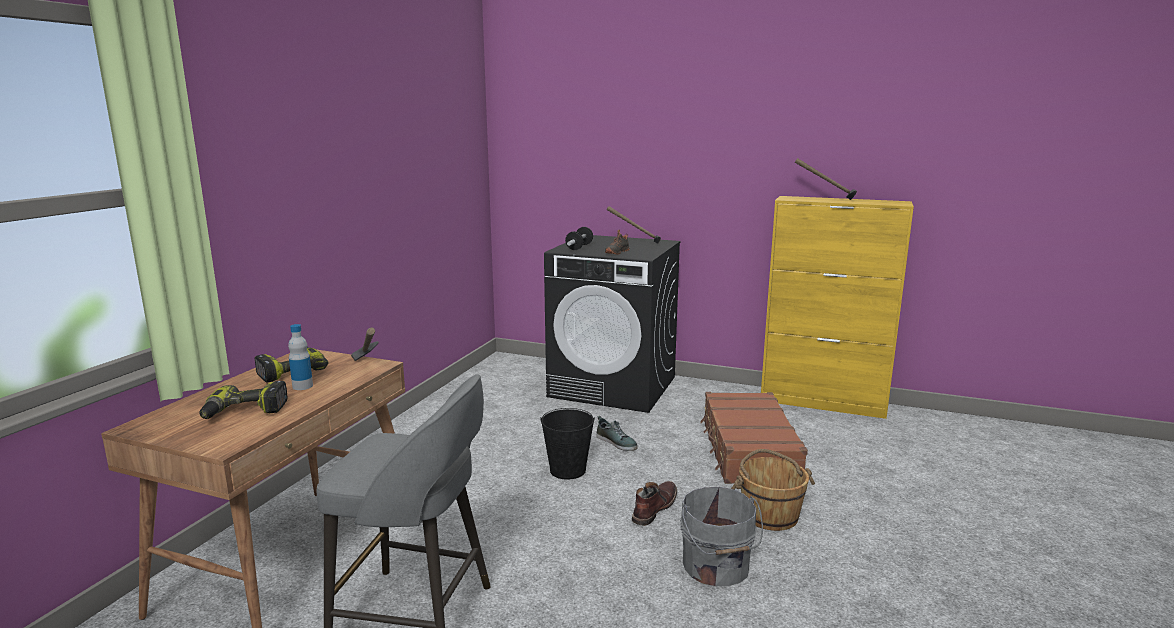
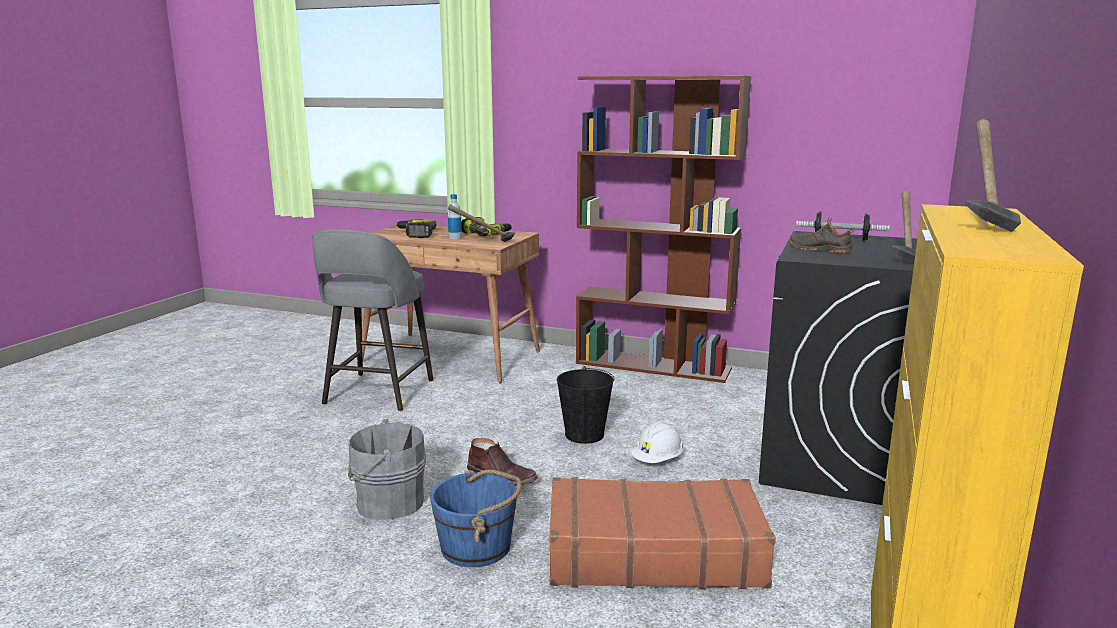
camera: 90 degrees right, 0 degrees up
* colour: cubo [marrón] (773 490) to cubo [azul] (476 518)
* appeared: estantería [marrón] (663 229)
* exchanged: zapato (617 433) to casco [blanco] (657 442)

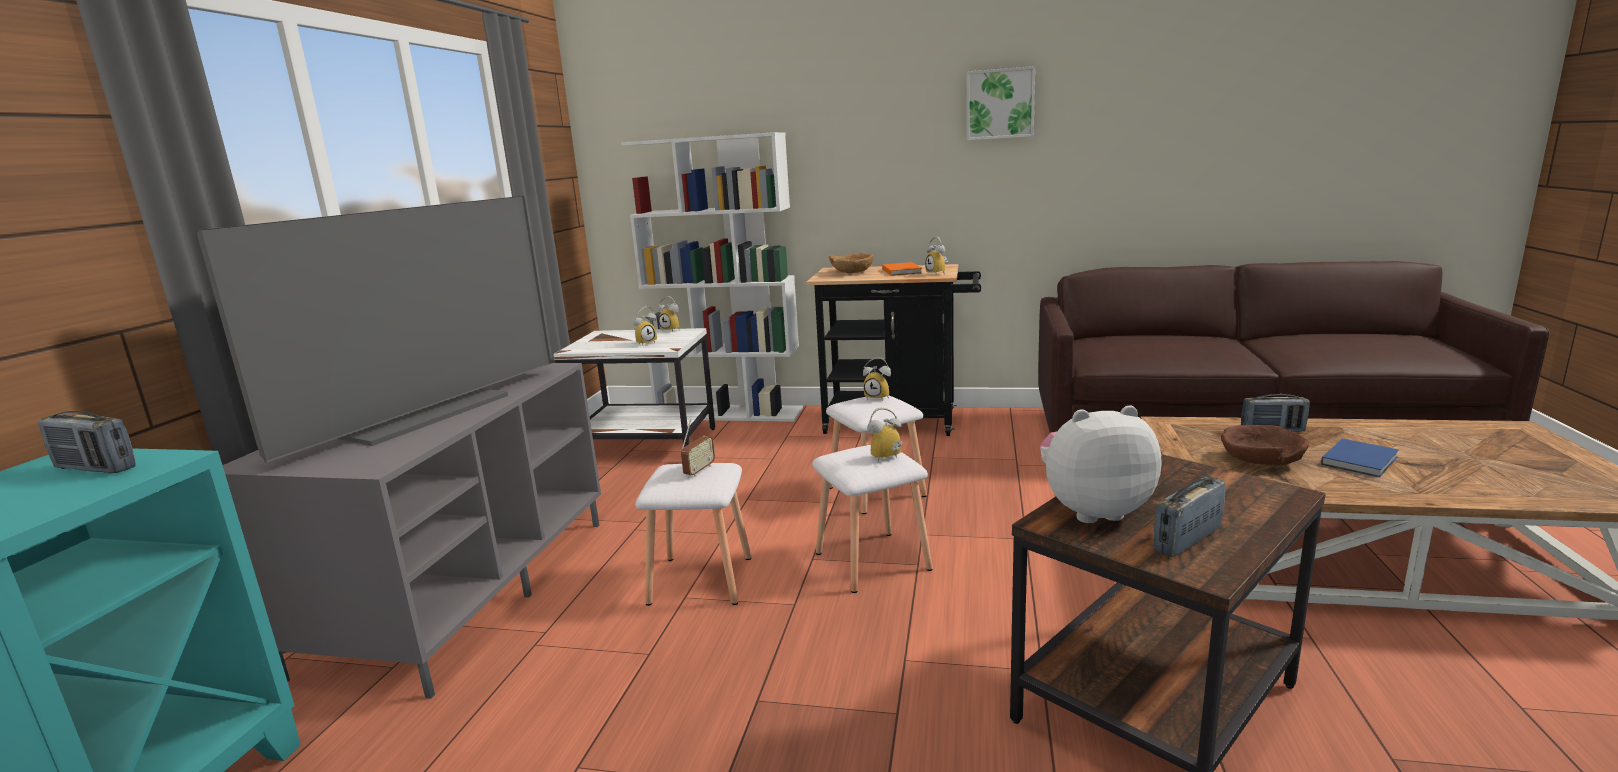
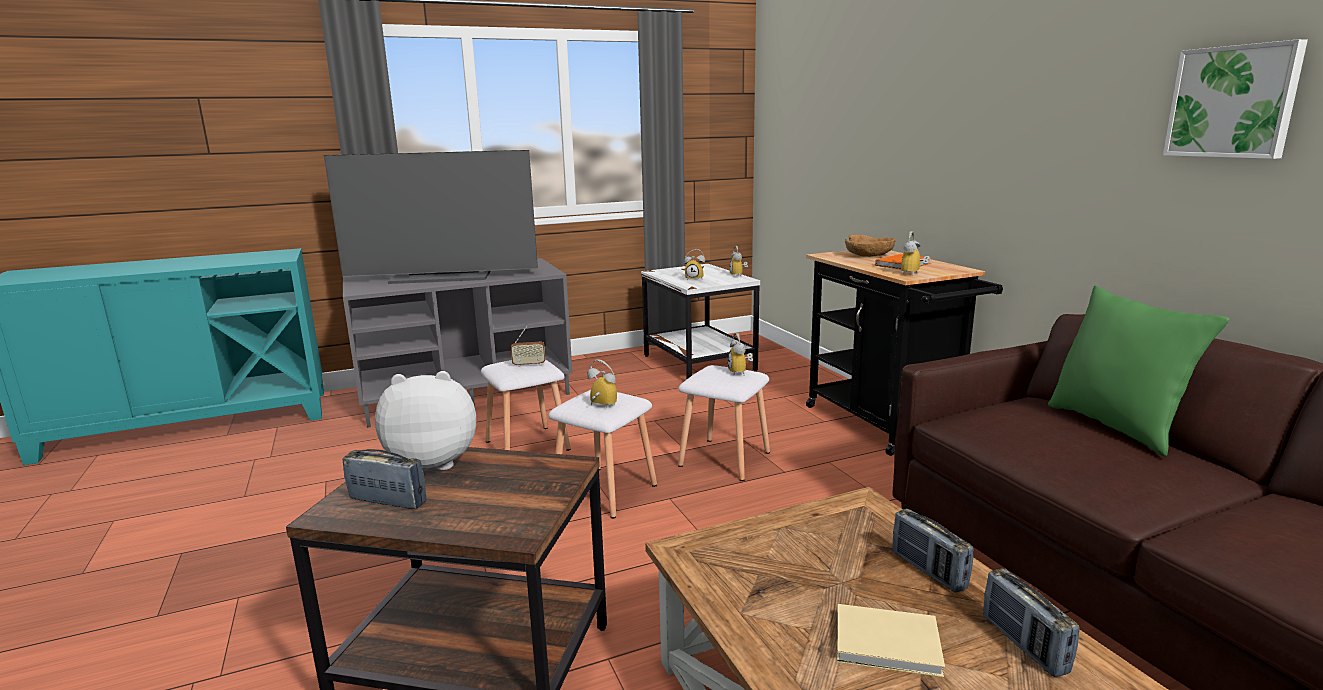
camera: 55 degrees right, 0 degrees up
* spun: peluche (1100 464) = (425 421) 60 degrees counterclockwise
* colour: libro [azul] (1360 457) to libro [beis] (891 640)
* relocated: radio (87 442) to (1031 623)
* appeared: cojín [verde] (1138 371)
* relocated: cuadro (1001 103) to (1235 99)
* missing: estantería [blanco] (712 277)
* missing: cuenco [marrón] (1265 445)

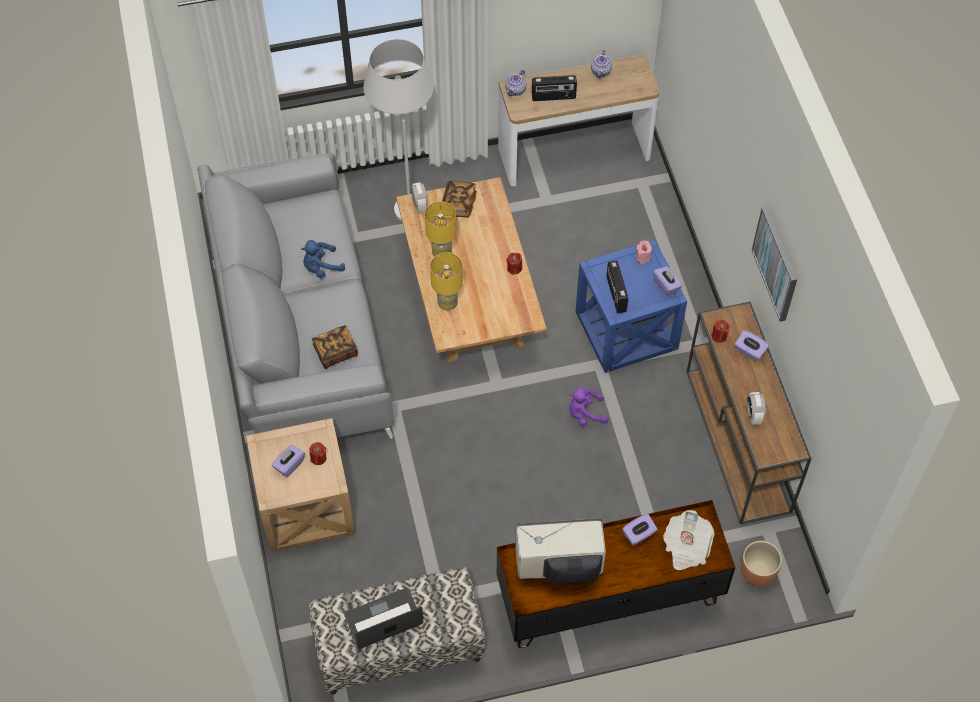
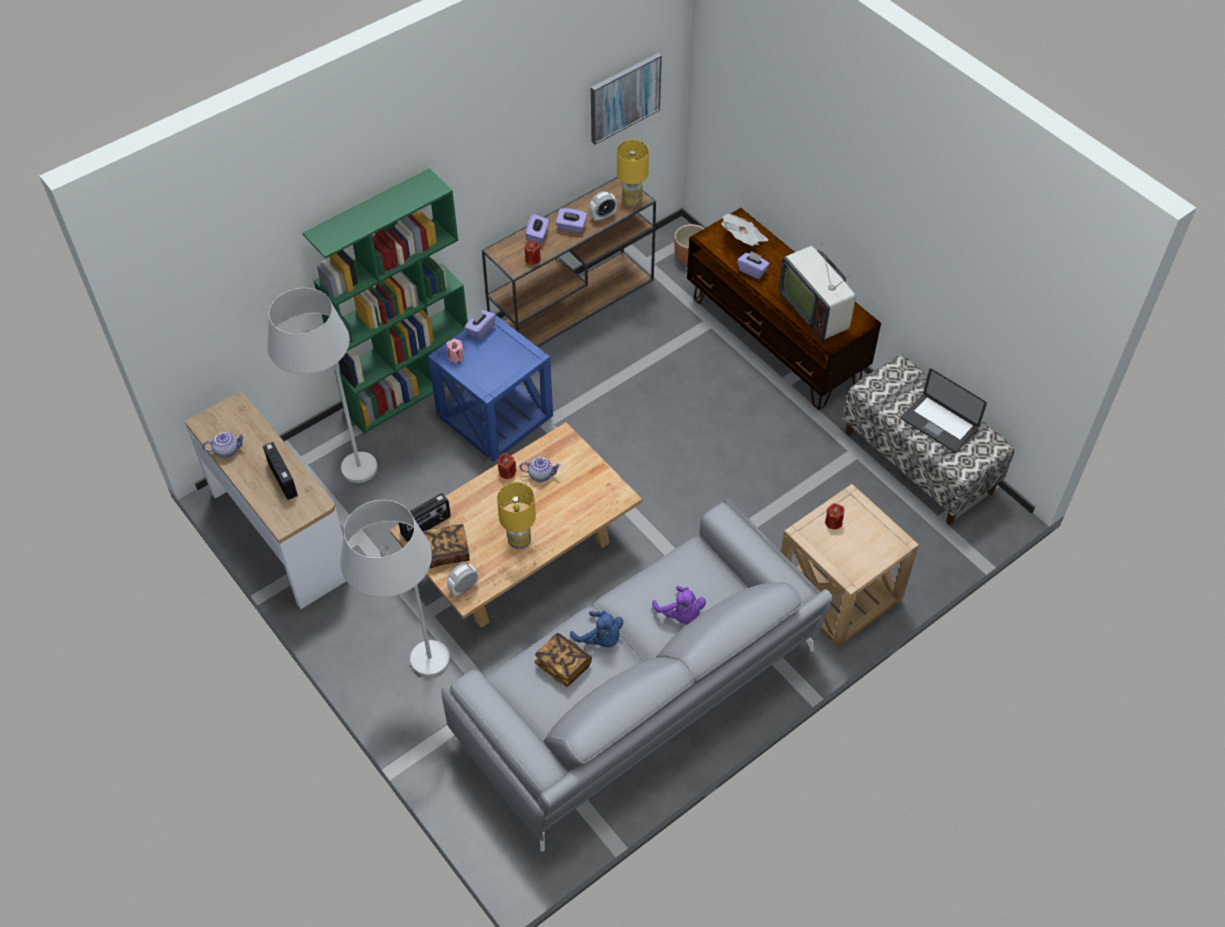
camera: 115 degrees left, 5 degrees down
* appeared: lámpara de pie [blanco] (322 385)
* appeared: estantería [verde] (385 300)
* relocated: radio (617 286) to (424 517)
* relocated: tetera (515 82) to (540 469)
* relocated: libro (335 347) to (563 660)
* relocated: caja de pañuelos [morado] (288 461) to (571 220)
* relocated: cuadro (774 264) to (626 99)
* relocated: lámpara de mesa [amarillo] (446 281) to (633 173)
* relocated: peluche [morado] (589 407) to (679 605)

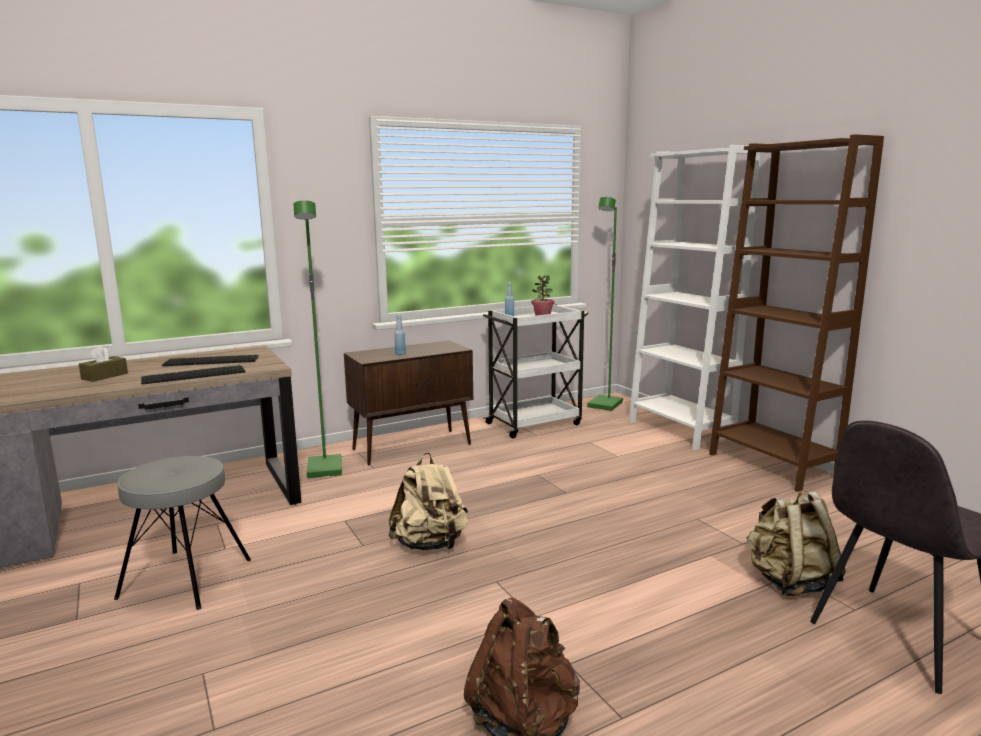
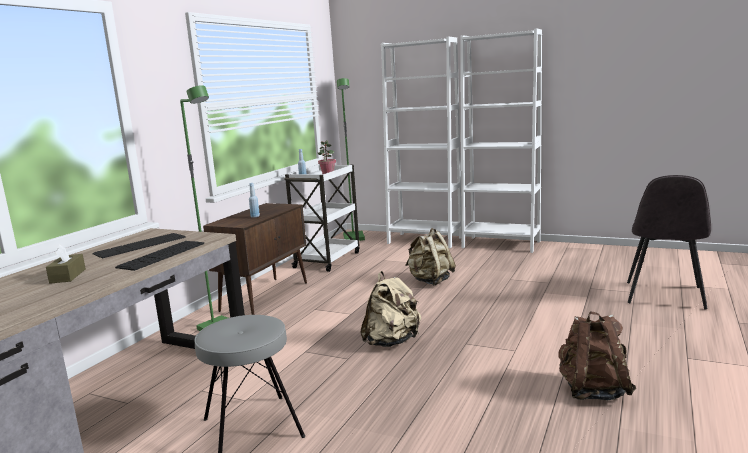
camera: 35 degrees left, 0 degrees up
* relocated: mochila [beis] (796 543) to (430 256)
* colour: estantería [marrón] (796 313) to estantería [blanco] (501 140)

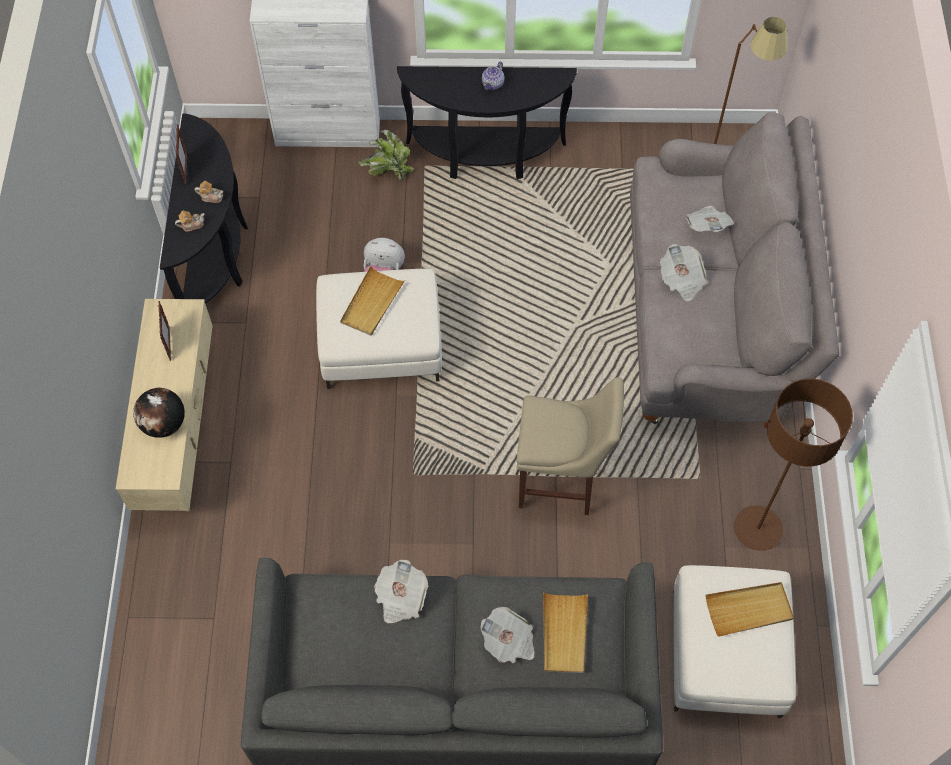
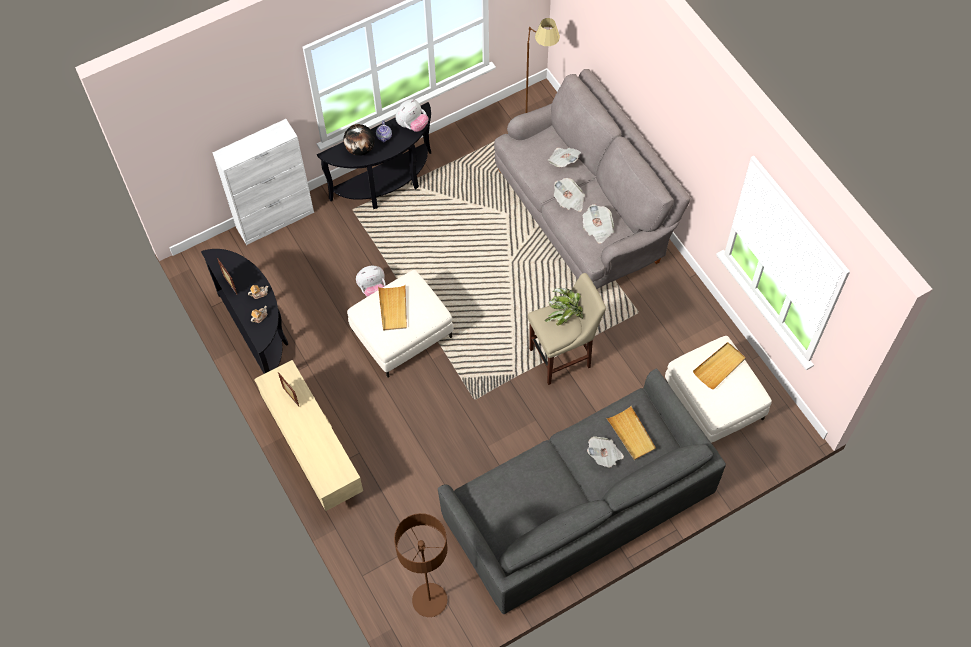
camera: 30 degrees left, 0 degrees up
* relocated: globo terráqueo (159 413) to (359 140)
* relocated: lámpara de pie [marrón] (793 464) to (421 565)
* appeared: peluche (412 115)
* relocated: planta en maceta (386 155) to (564 307)
* relocated: periódico (401 591) to (599 224)

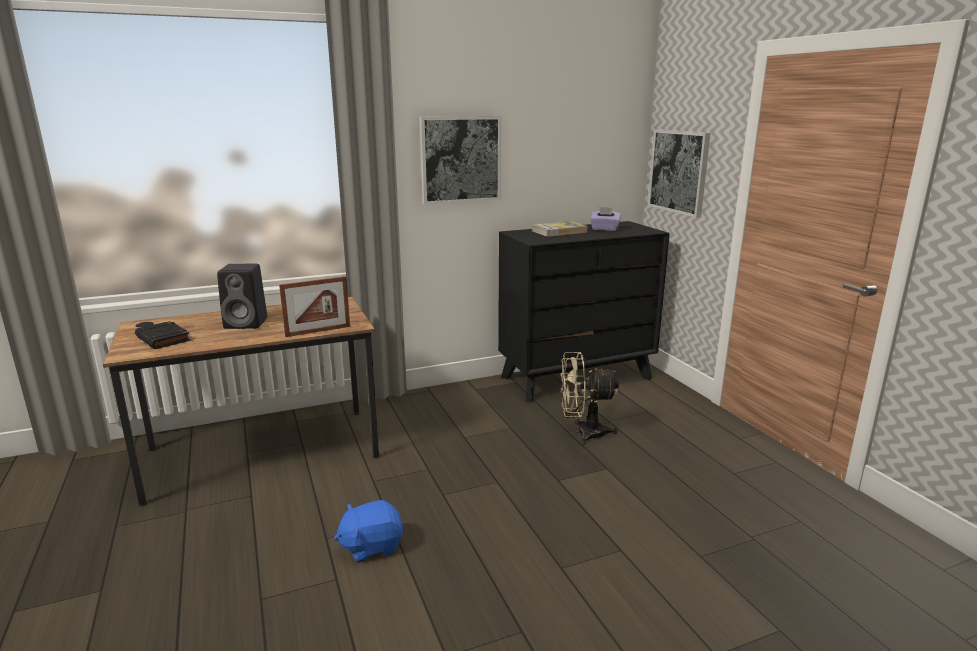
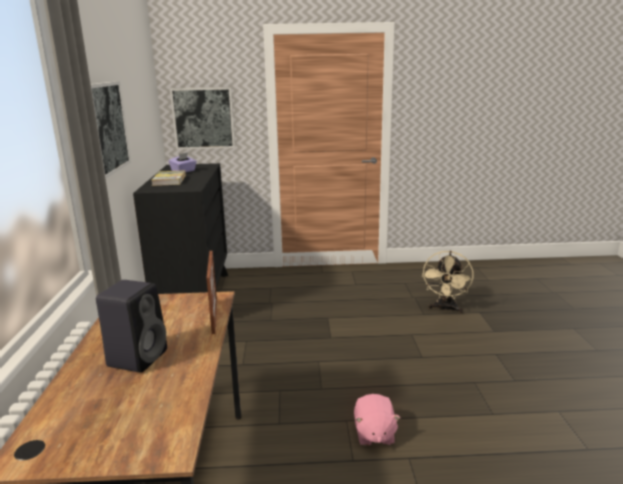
camera: 70 degrees left, 0 degrees up
* colour: peluche [azul] (368 531) to peluche [rosa] (377 420)
* relocated: ventilador [beis] (590 398) to (448 282)
* missing: libro [negro] (162 335)

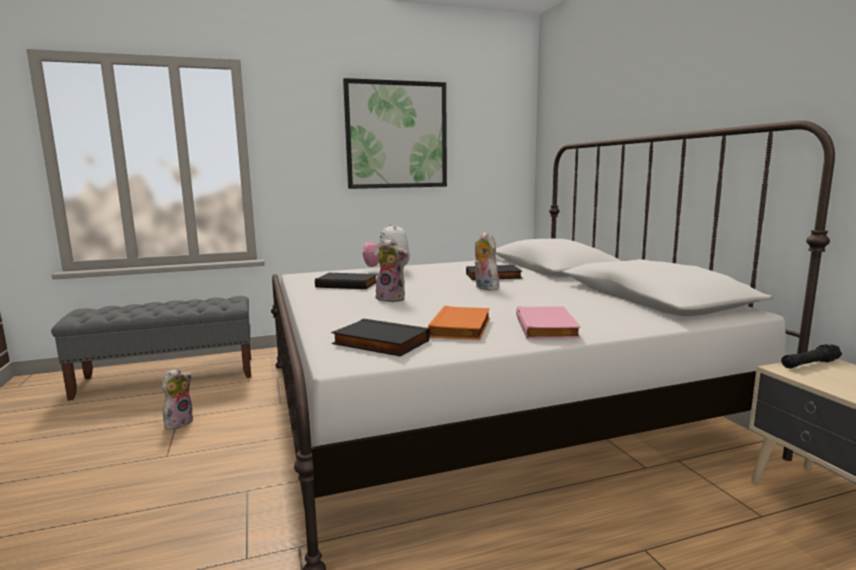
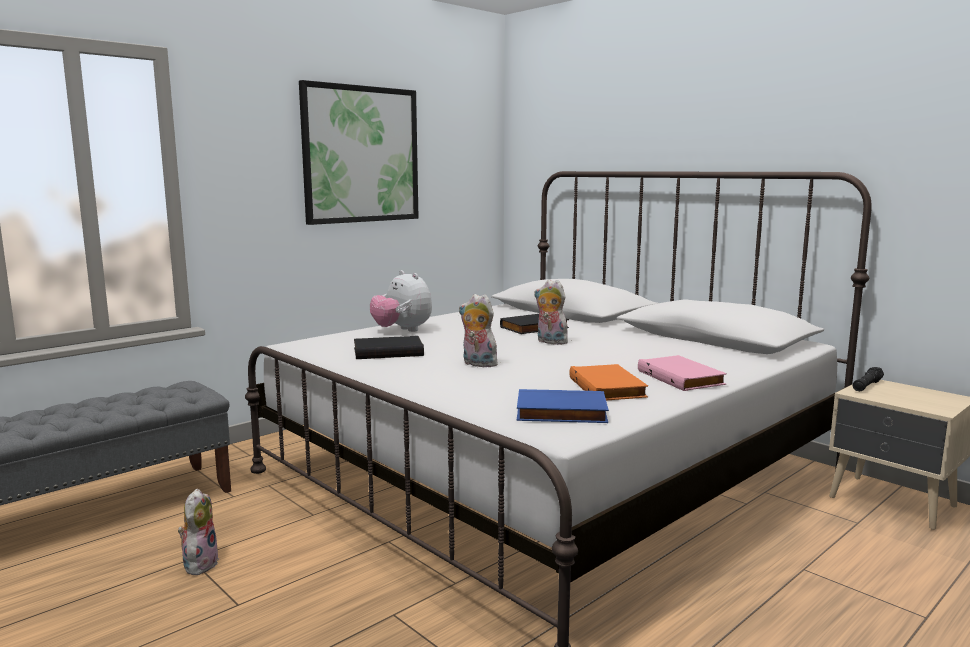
camera: 25 degrees left, 0 degrees up
* spun: peluche (392 270) = (478 330) 150 degrees counterclockwise
* colour: libro [negro] (380 337) to libro [azul] (563 406)

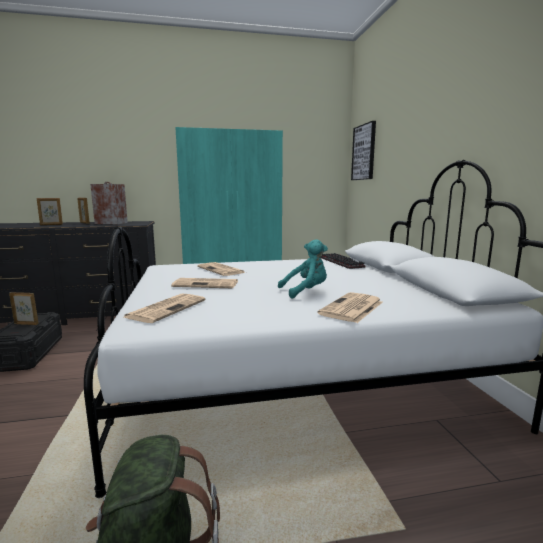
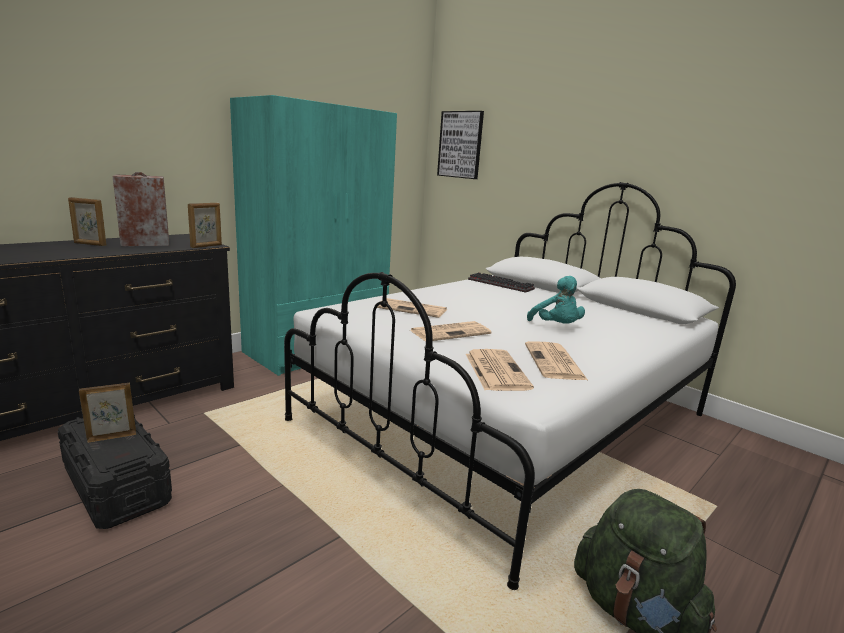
camera: 35 degrees left, 5 degrees up
* relocated: portarretratos (50 211) to (205 225)
* relocated: periódico (350 307) to (556 360)
* spun: peluche [turquesa] (303 269) = (556 300) 120 degrees clockwise

